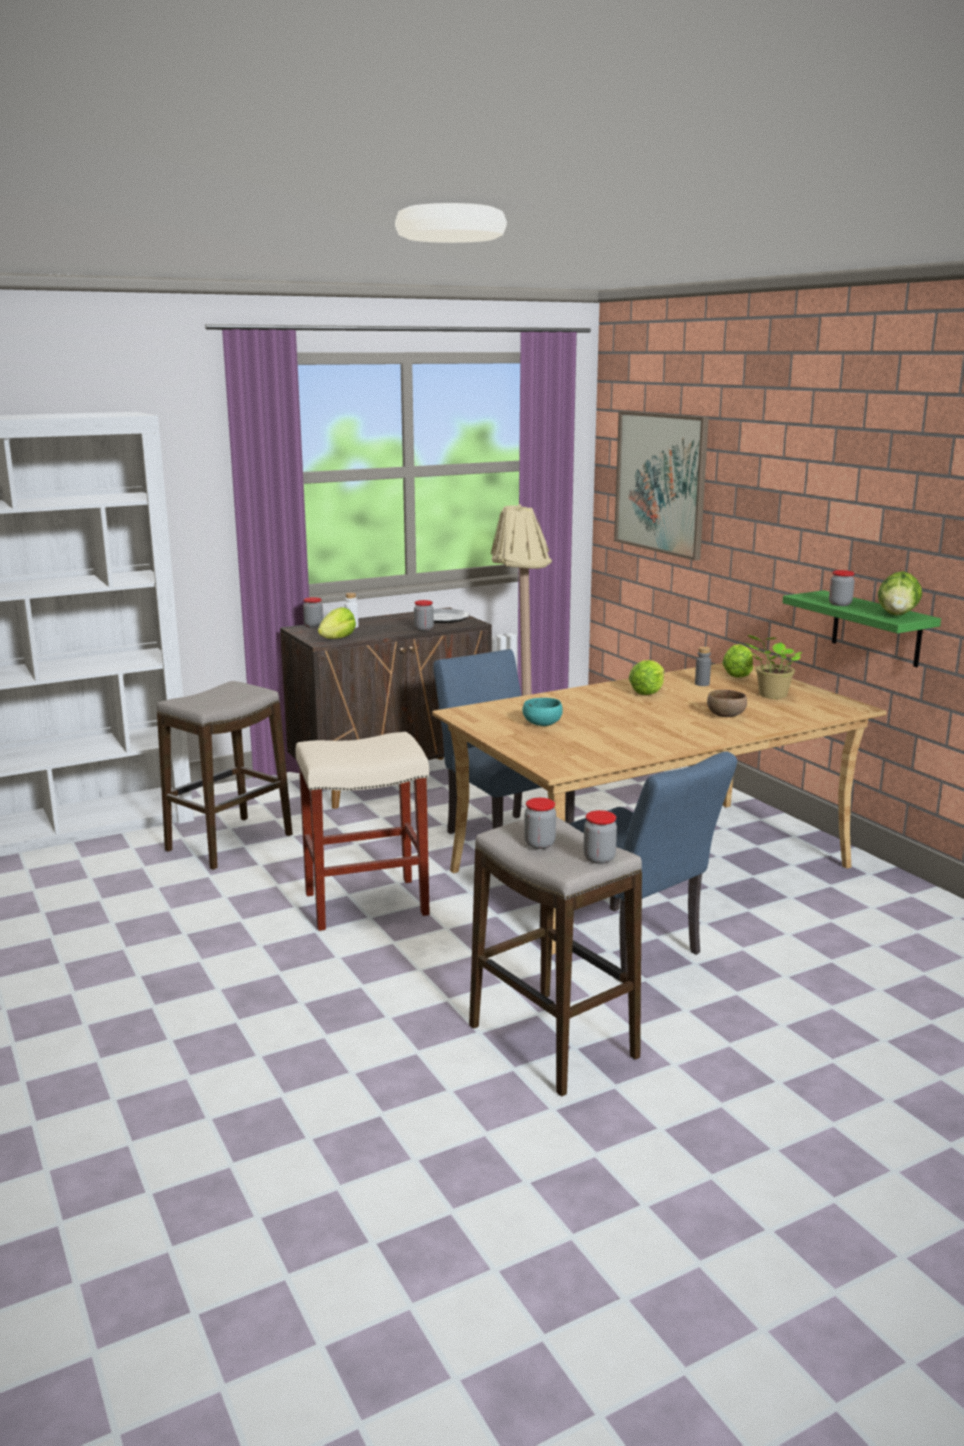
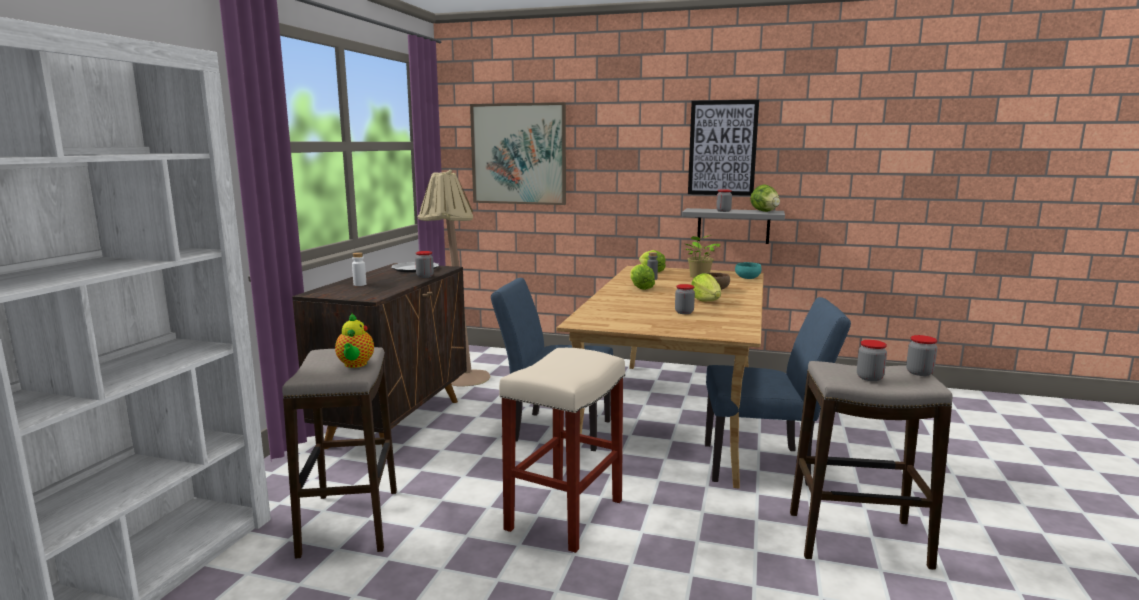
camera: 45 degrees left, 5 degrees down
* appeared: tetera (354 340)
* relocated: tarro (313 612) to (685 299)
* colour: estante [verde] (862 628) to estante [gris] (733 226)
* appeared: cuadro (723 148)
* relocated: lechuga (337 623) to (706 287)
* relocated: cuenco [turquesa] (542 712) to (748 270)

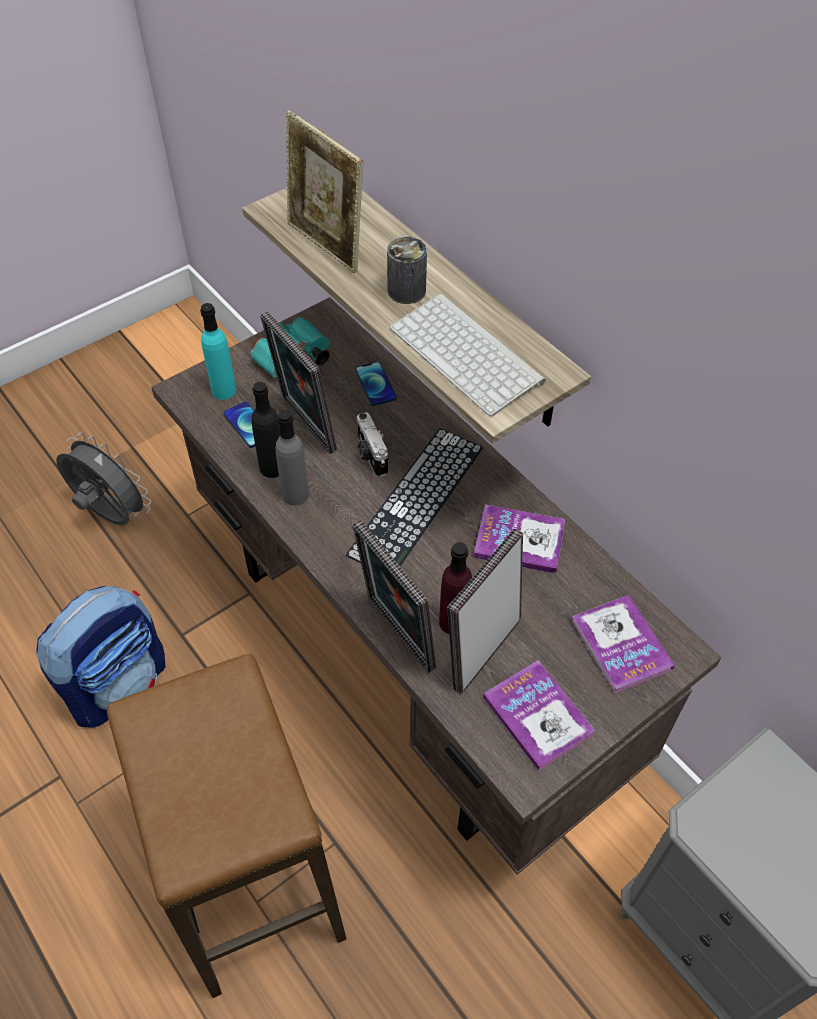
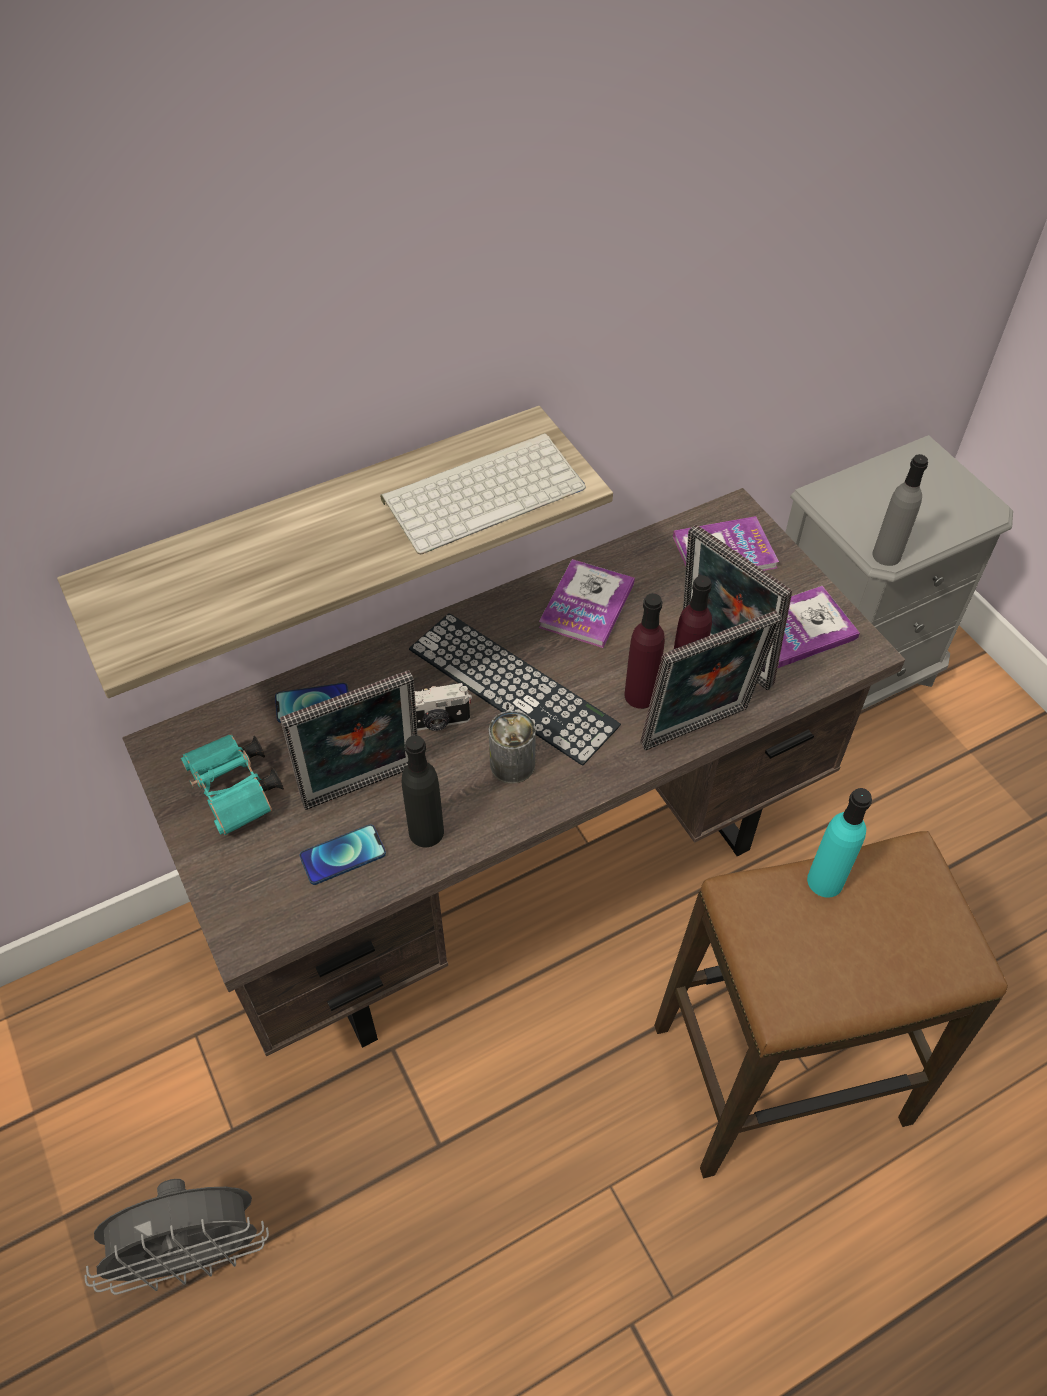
camera: 80 degrees left, 0 degrees up
* spun: ventilador [gris] (103 479) = (177 1237) 150 degrees counterclockwise
* relocated: lata (407 270) to (512 747)
* appeared: botella [morado] (645 651)
* relocated: botella [turquesa] (218 351) to (839 842)
* relocated: botella [gris] (292 458) to (900 510)
* missing: mochila (101 657)
* missing: portarretratos (324 192)

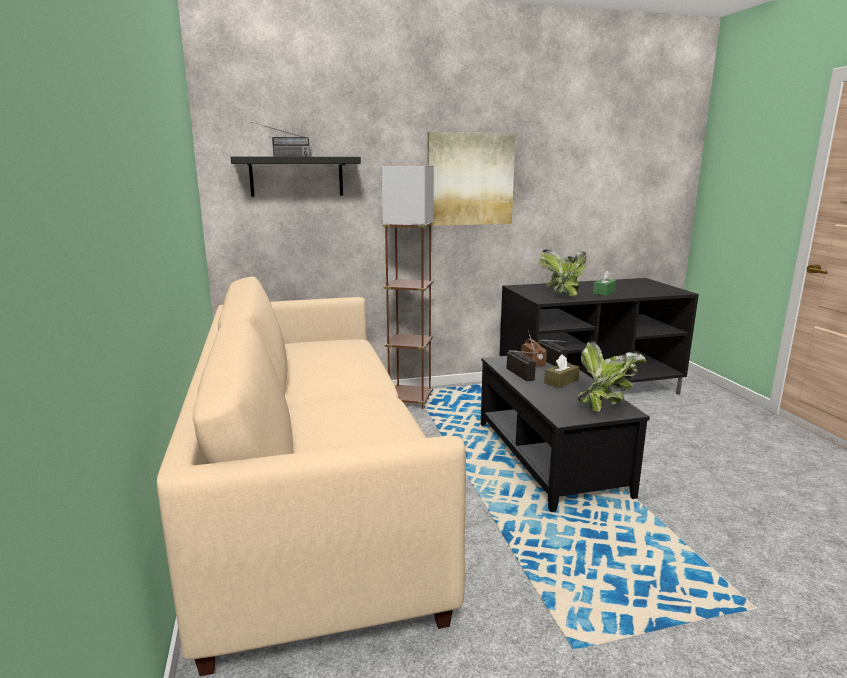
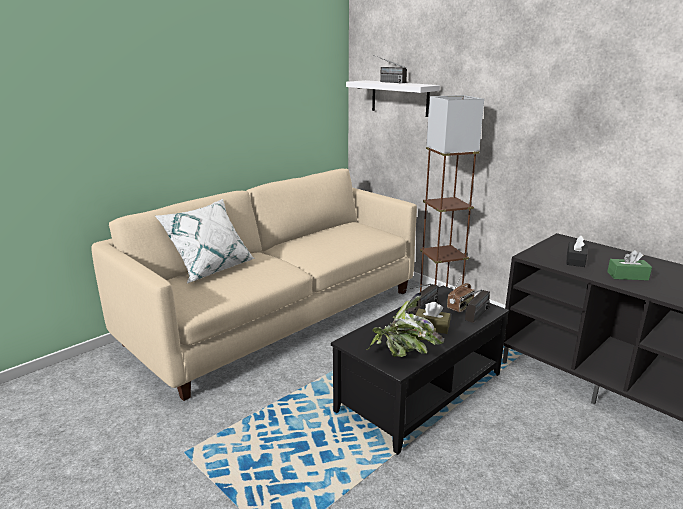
camera: 60 degrees right, 5 degrees up
* appeared: cojín [blanco] (204 241)
* colour: estante [negro] (295 176) to estante [blanco] (393 98)
* exchanged: planta en maceta (563 272) to caja de pañuelos [negro] (576 251)
* missing: cuadro (471 179)

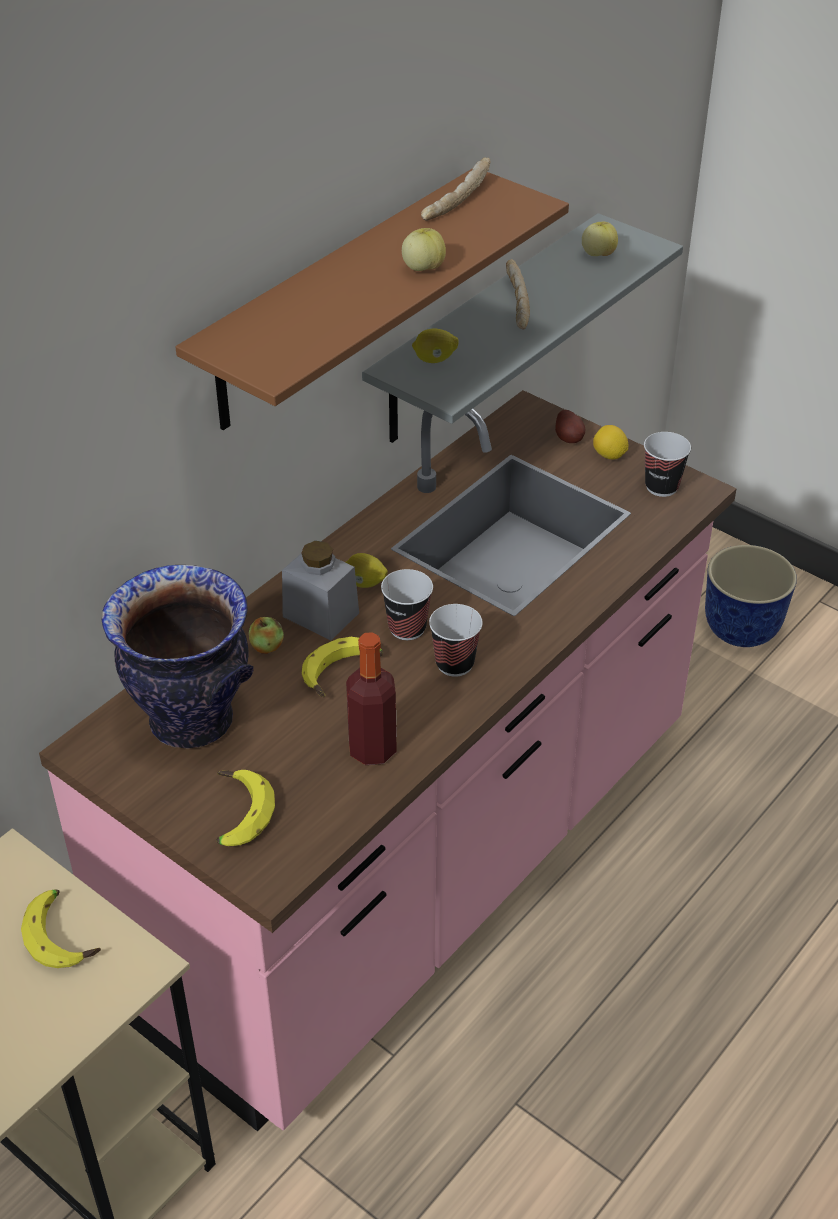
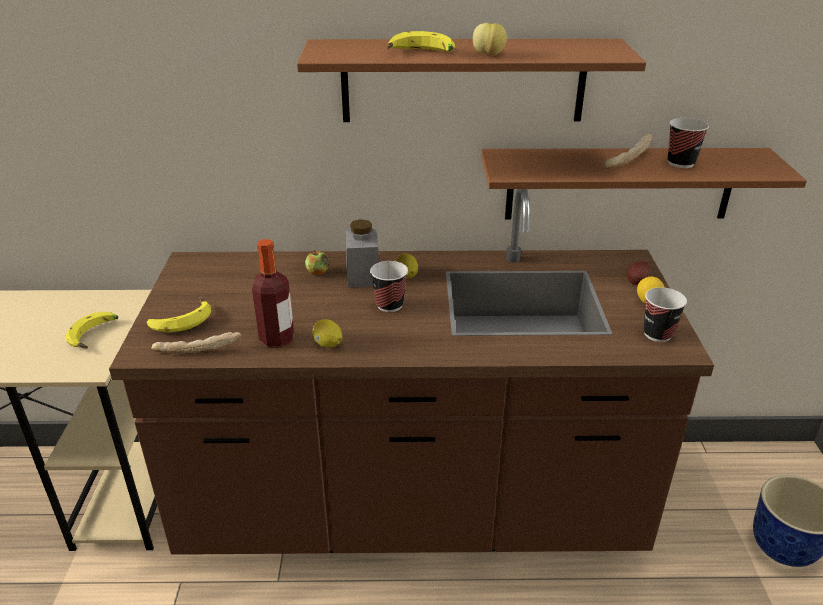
camera: 50 degrees right, 10 degrees down
* colour: mueble bajo de cocina [rosa] (388 761) to mueble bajo de cocina [marrón] (411 372)
* relocated: pan (455 189) to (196 343)
* relocated: limón (435 346) to (327 333)
* relocated: plátano (342 667) to (421 41)
* colour: estante [gris] (522 328) to estante [marrón] (644 184)
* relocated: taza (456 640) to (688 143)
* missing: florero (177 656)
* missing: manzana (600 239)

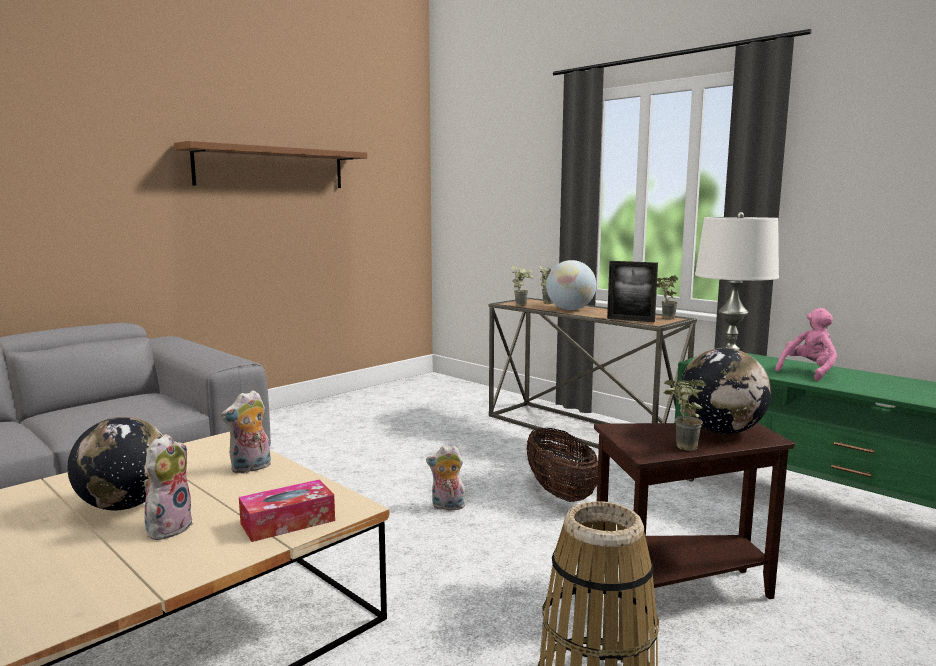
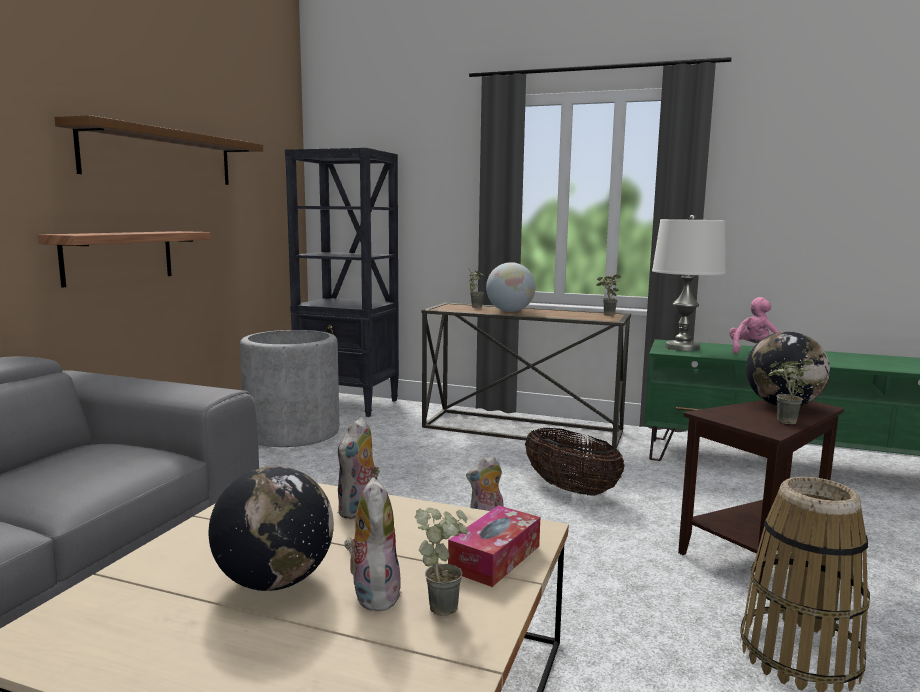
camera: 25 degrees left, 0 degrees up
* appeared: estante (124 259)
* appeared: maceta [gris] (289 388)
* appeared: estantería [negro] (342 282)
* relocated: planta en maceta (522 286) to (441 561)
* missing: portarretratos (632 291)

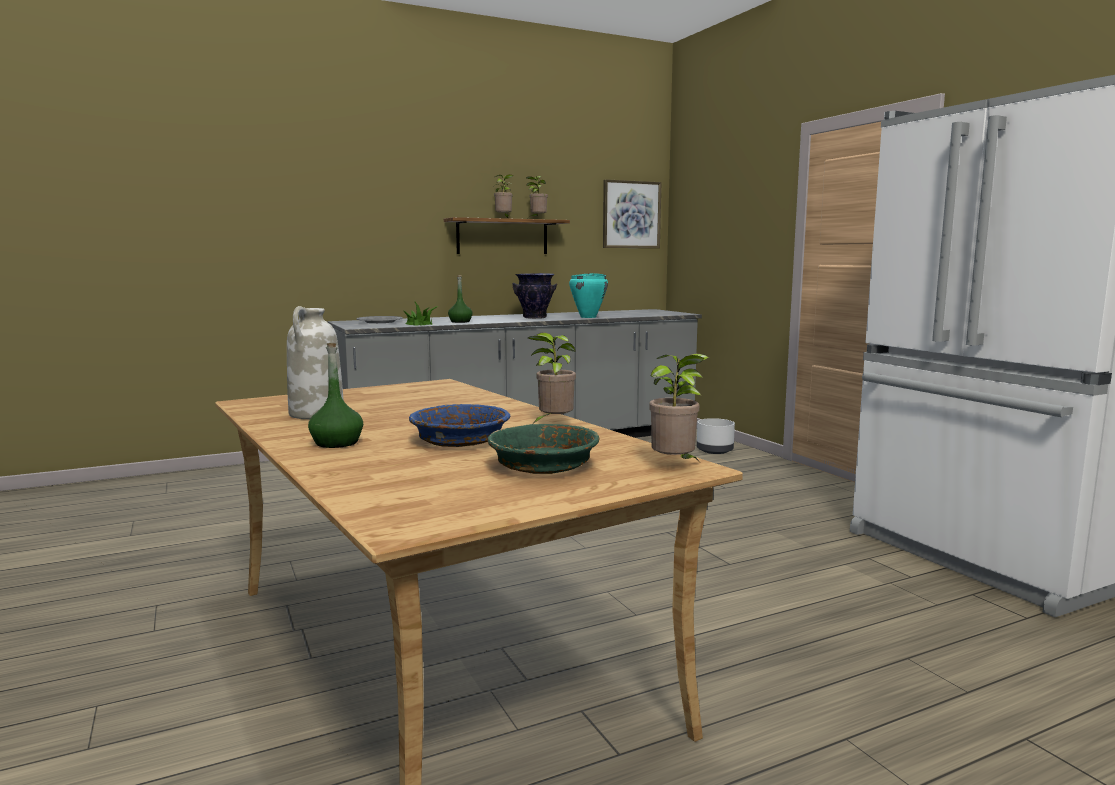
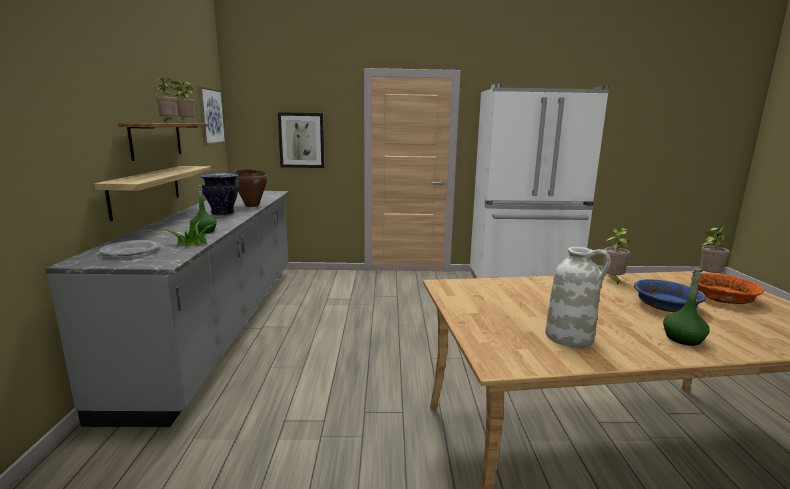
camera: 65 degrees left, 5 degrees up
* appeared: estante (152 193)
* colour: olla [turquesa] (588 295) to olla [marrón] (250 188)
* appeared: cuadro (301 140)
* colour: cuenco [verde] (543 449) to cuenco [naranja] (728 288)
* missing: maceta [blanco] (716 436)

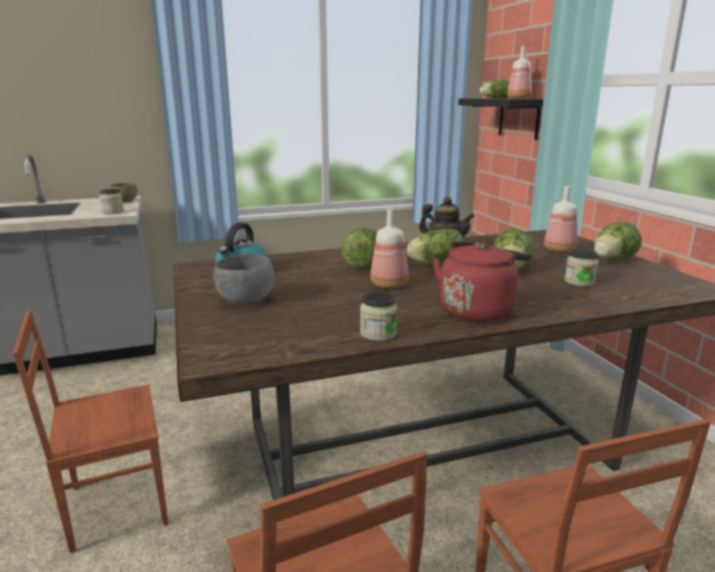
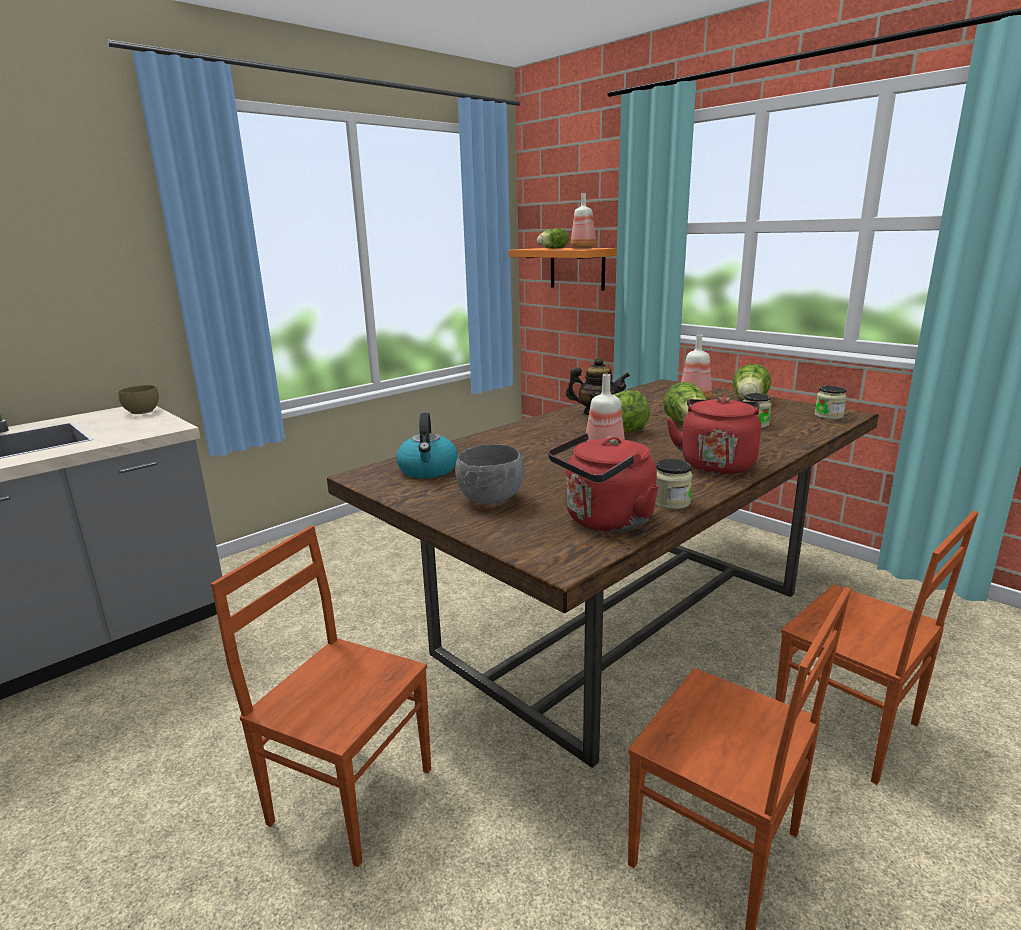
camera: 25 degrees left, 0 degrees up
* spun: silla [marrón] (90 431) = (321 696) 75 degrees clockwise
* colour: estante [negro] (500 119) to estante [naranja] (563 269)
* appeared: hervidor [rojo] (603 482)
* relocated: tarro (111 201) to (830 403)
* missing: lechuga (359 248)

